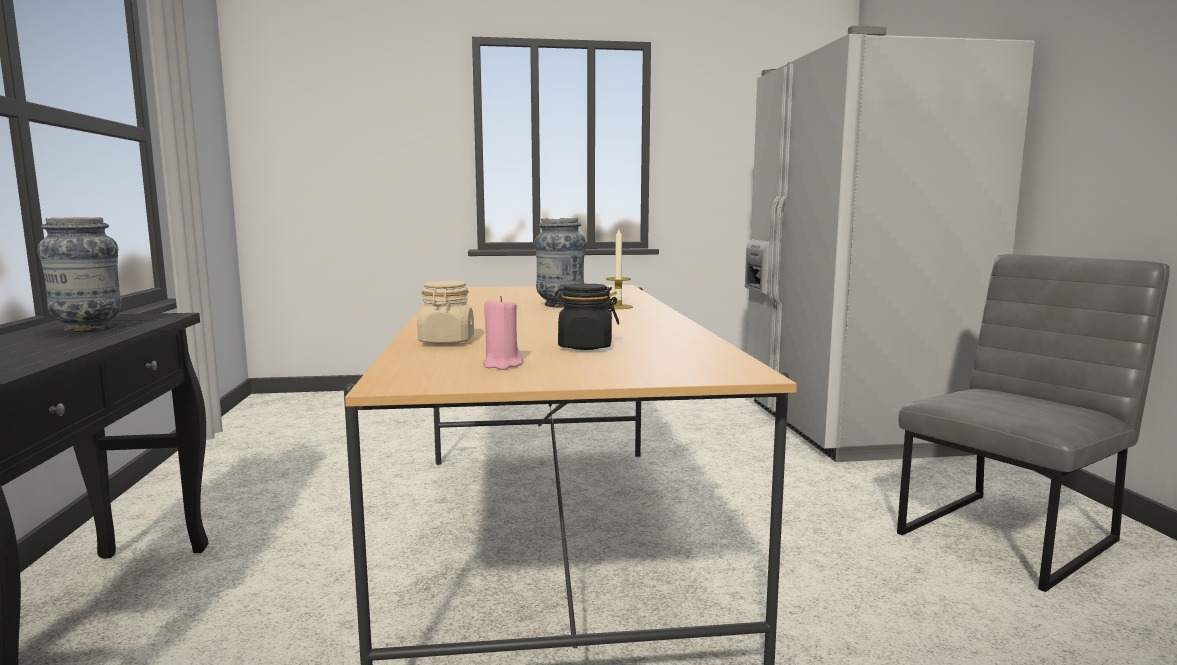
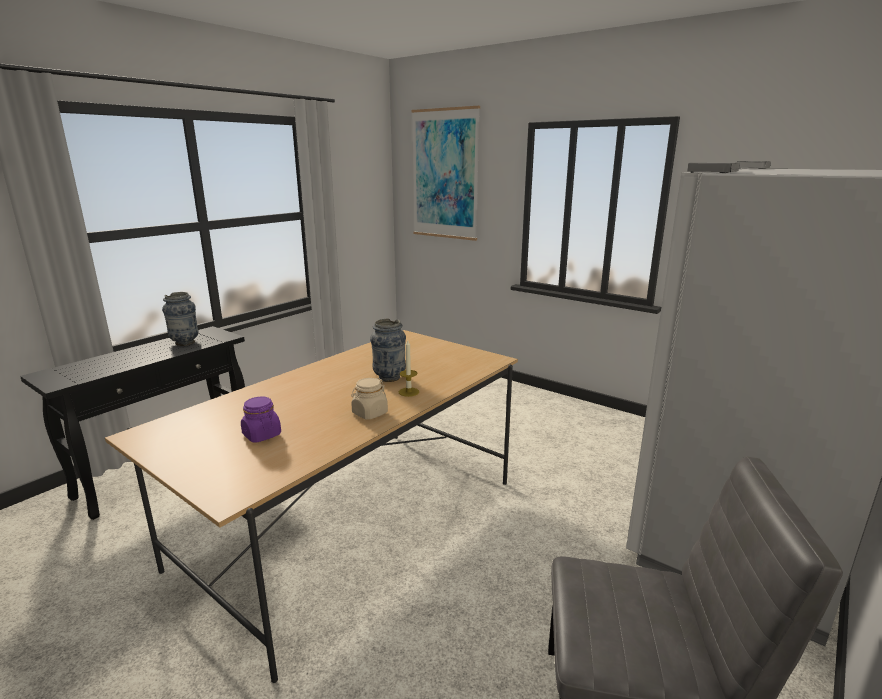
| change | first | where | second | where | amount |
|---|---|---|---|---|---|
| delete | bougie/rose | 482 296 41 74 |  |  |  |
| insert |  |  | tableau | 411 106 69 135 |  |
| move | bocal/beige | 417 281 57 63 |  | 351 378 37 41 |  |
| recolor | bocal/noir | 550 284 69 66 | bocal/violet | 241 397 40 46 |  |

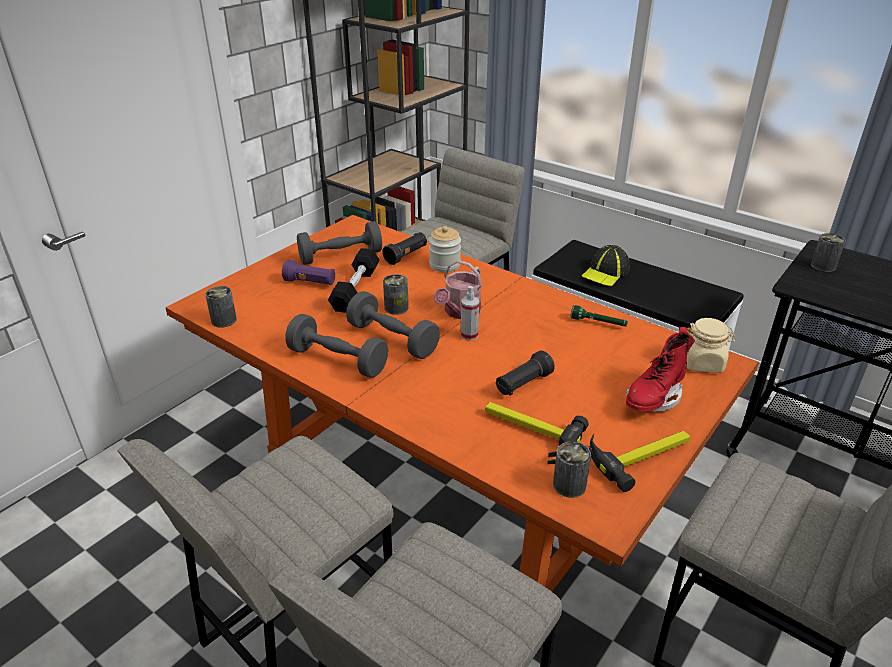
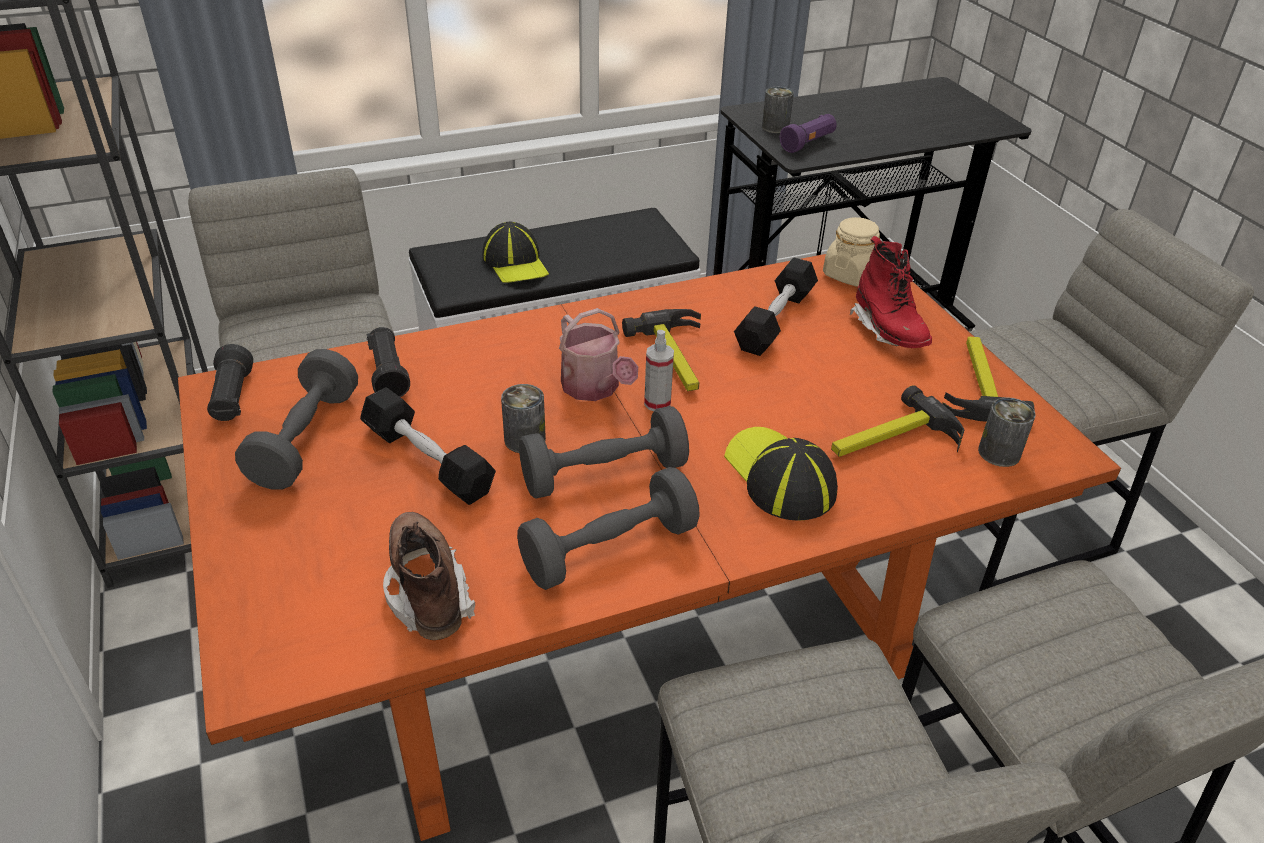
| change | first | where | second | where | amount |
|---|---|---|---|---|---|
| delete | boîte métallique | 205 286 32 42 |  |  |  |
| delete | bocal | 429 226 32 46 |  |  |  |
| delete | lampe de poche/vert | 570 305 58 21 |  |  |  |
| insert |  |  | botte/marron | 383 512 92 128 |  |
| insert |  |  | marteau | 622 309 79 82 |  |
| insert |  |  | casquette | 724 427 114 94 |  |
| insert |  |  | haltère/noir | 734 257 84 99 |  |
| move | lampe de poche/violet | 282 260 53 25 |  | 780 114 57 39 |  |
| move | lampe de poche/noir | 496 350 58 46 |  | 207 344 46 77 |  |

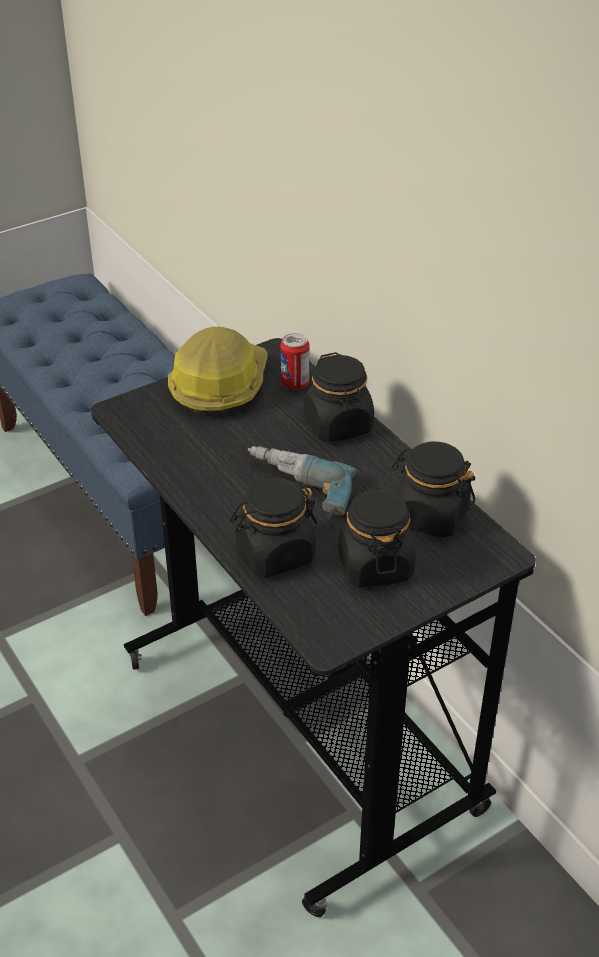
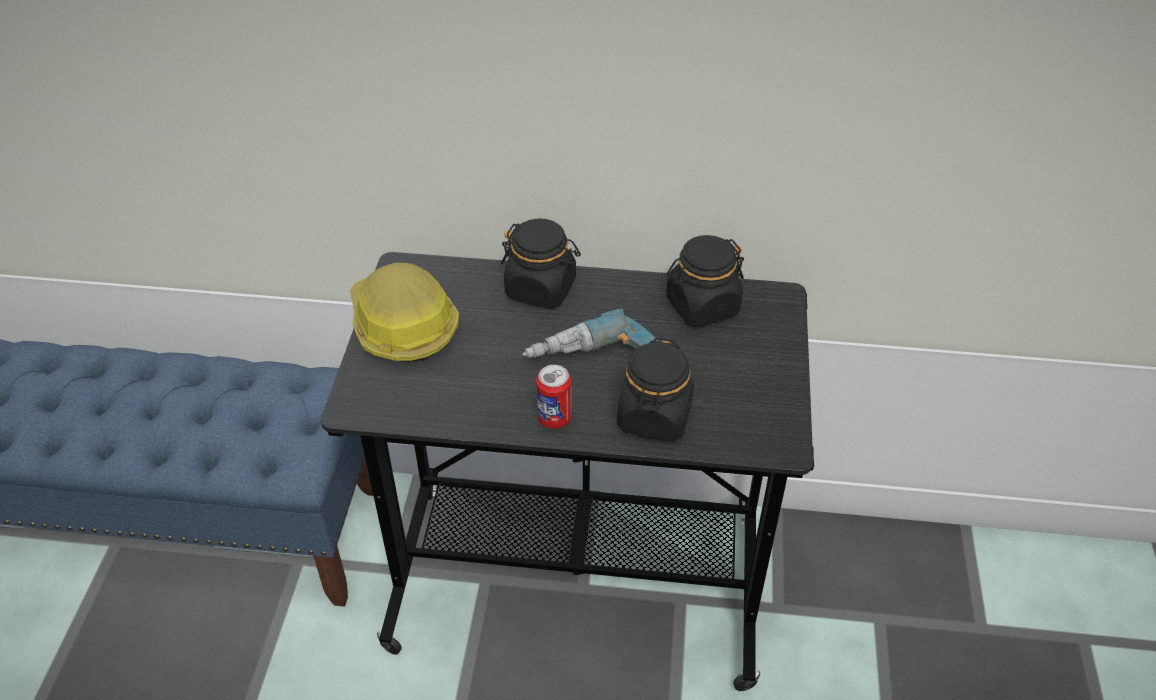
| change | first | where | second | where | amount |
|---|---|---|---|---|---|
| delete | bocal/noir | 339 487 76 100 |  |  |  |
| move | boîte métallique | 281 333 28 56 |  | 536 365 35 64 |  |

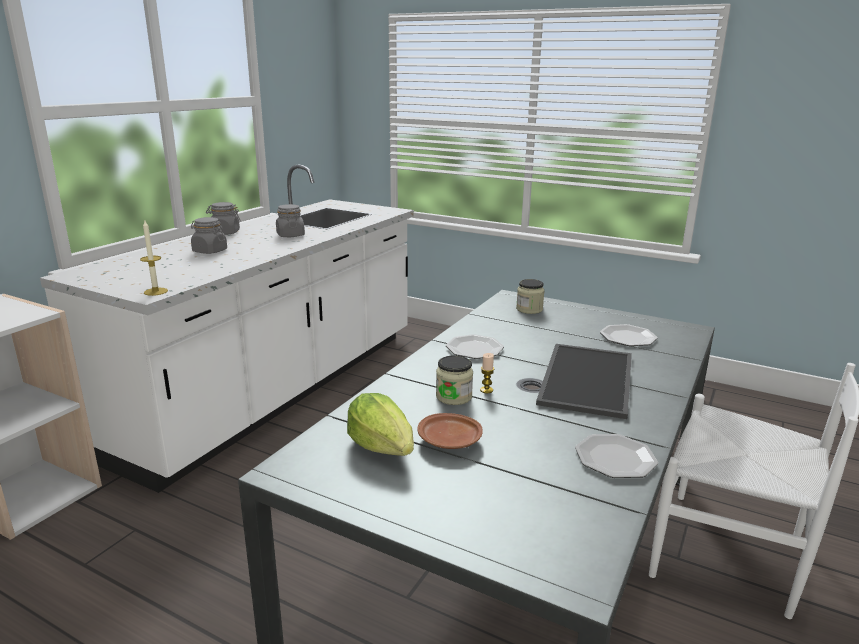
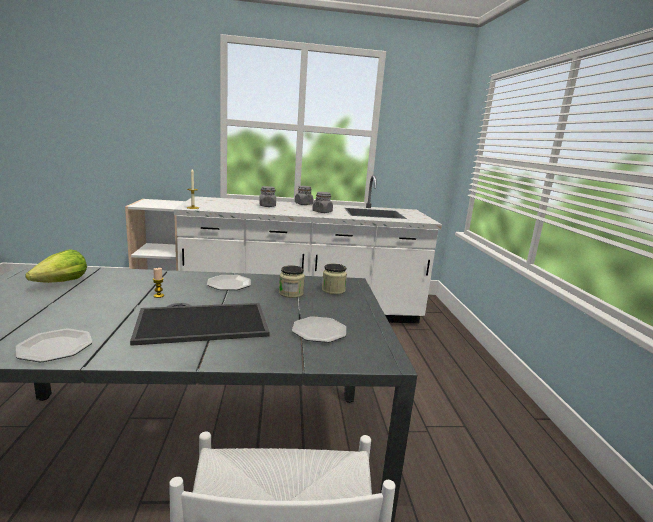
| change | first | where | second | where | amount |
|---|---|---|---|---|---|
| delete | assiette/marron | 417 413 66 36 |  |  |  |
| move | bocal | 436 356 37 49 |  | 279 265 26 33 |  |

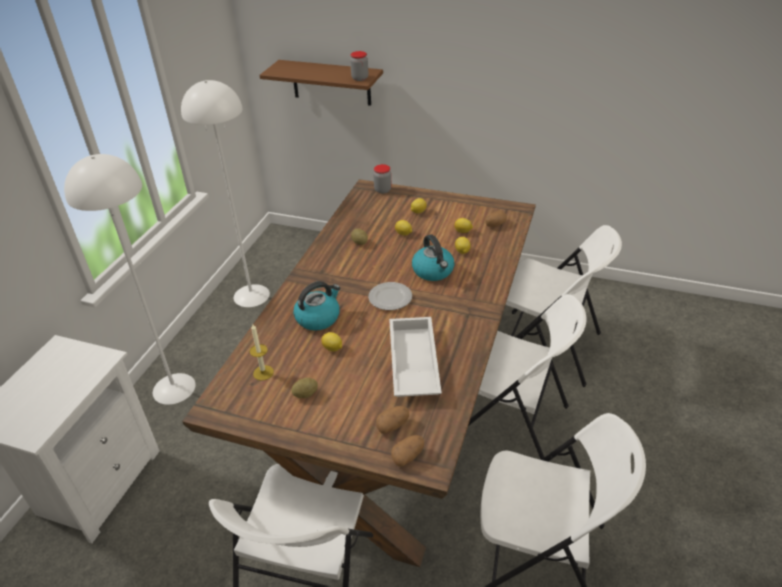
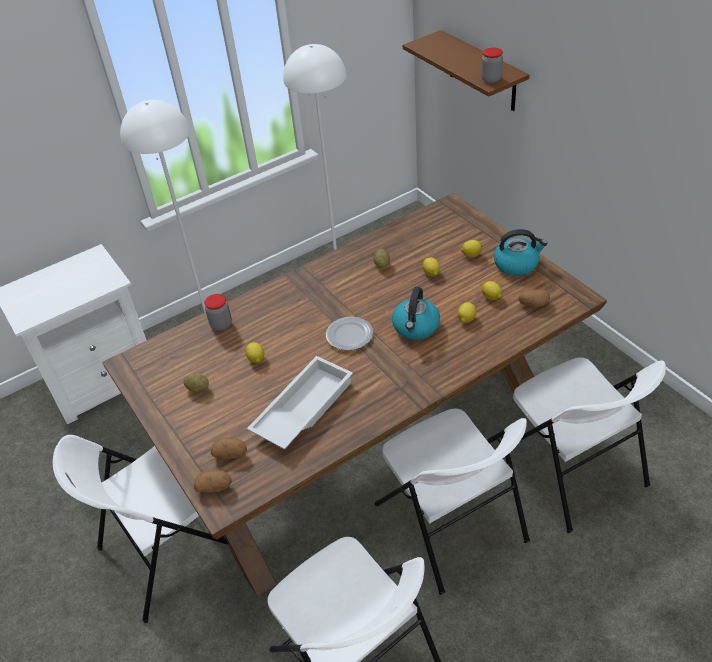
| change | first | where | second | where | amount |
|---|---|---|---|---|---|
| delete | bougie | 250 323 24 57 |  |  |  |
| move | bouilloire | 293 281 47 50 |  | 494 229 53 47 |  |
| move | bocal | 373 164 19 30 |  | 204 294 28 37 |  |

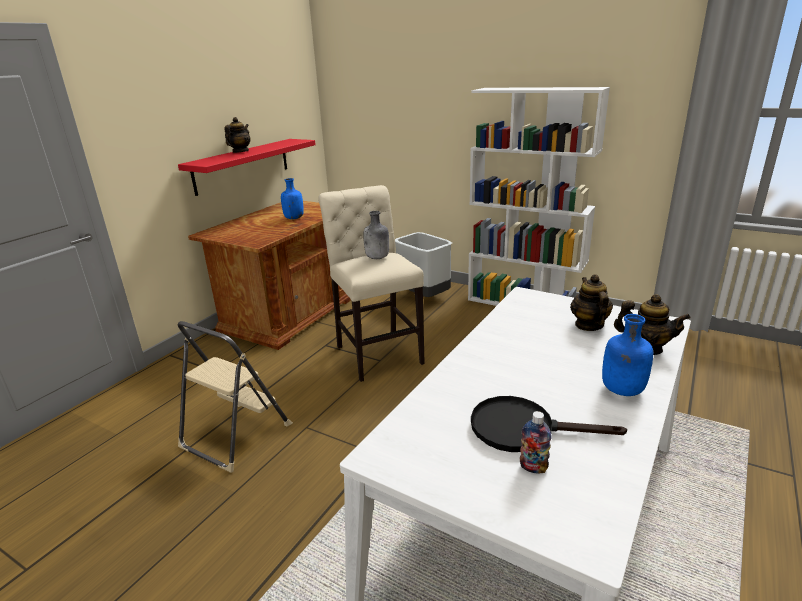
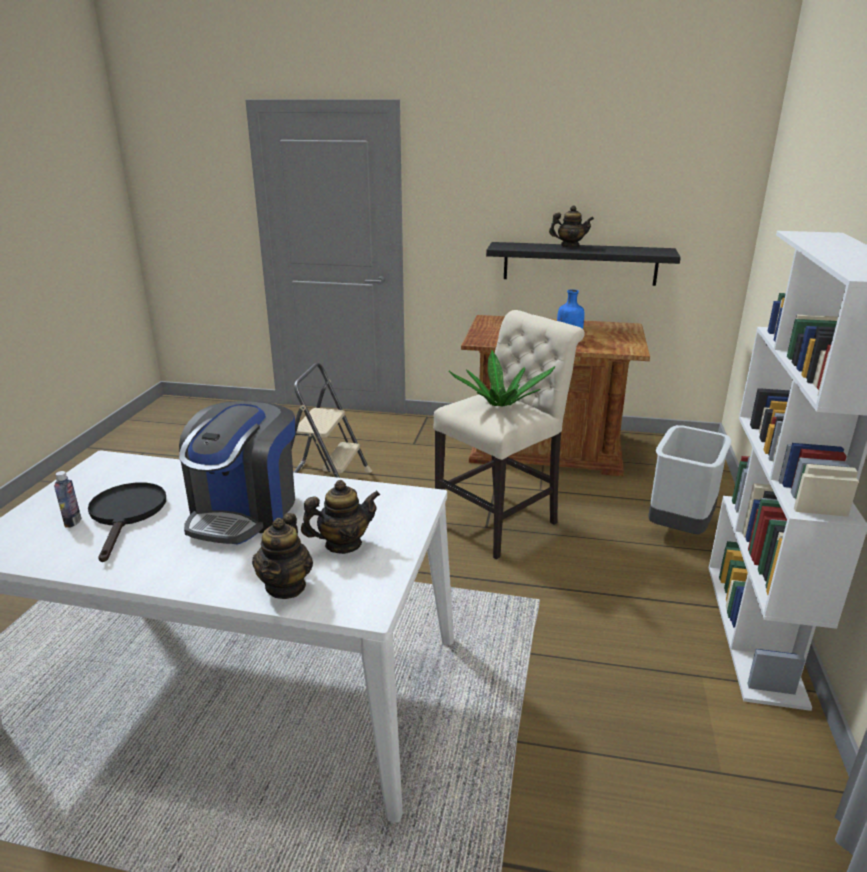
| change | first | where | second | where | amount |
|---|---|---|---|---|---|
| delete | bouteille/bleu | 602 314 51 82 |  |  |  |
| insert |  |  | machine à café | 179 401 116 144 |  |
| replace | bouteille/gris | 363 211 26 48 | plante en pot | 449 351 107 56 |  |
| recolor | étagère/rouge | 178 139 138 57 | étagère/noir | 486 242 195 44 |  |

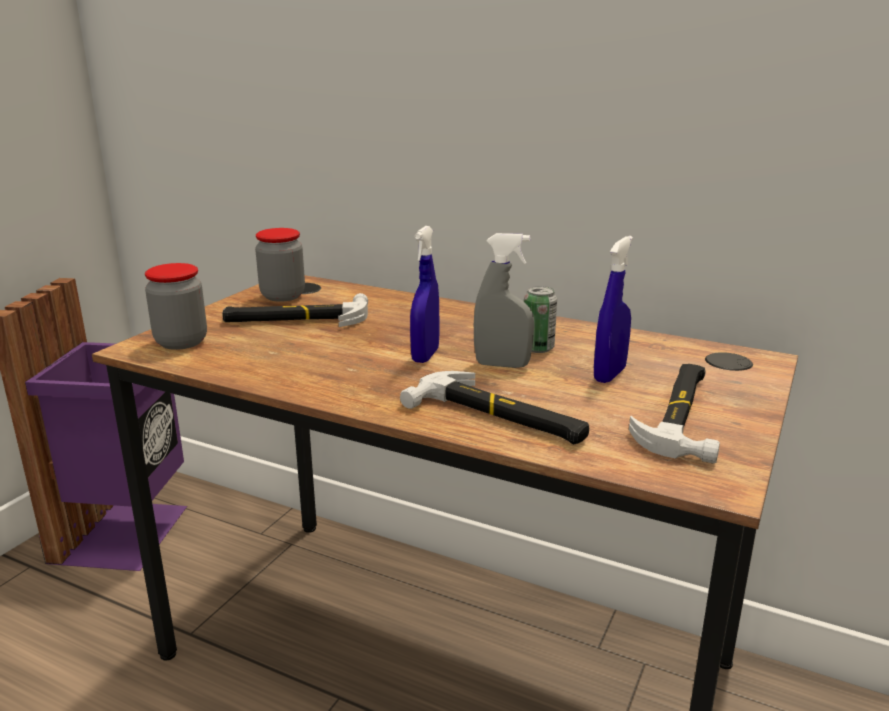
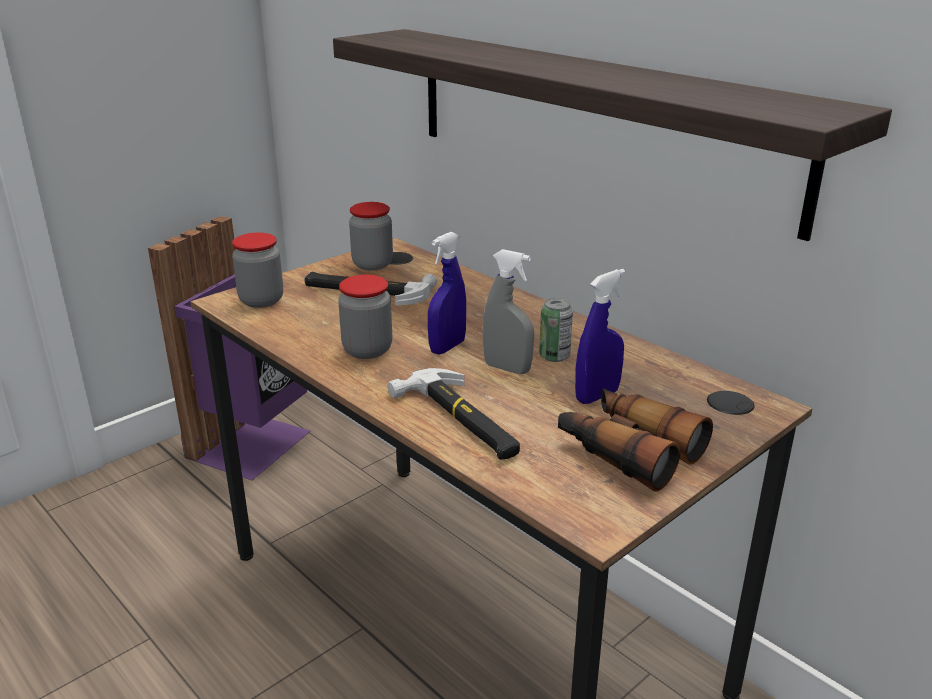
| change | first | where | second | where | amount |
|---|---|---|---|---|---|
| insert |  |  | étagère | 333 29 559 212 |  |
| insert |  |  | bocal | 338 274 54 85 |  |
| replace | marteau | 629 364 91 100 | jumelles | 558 388 155 104 |  |

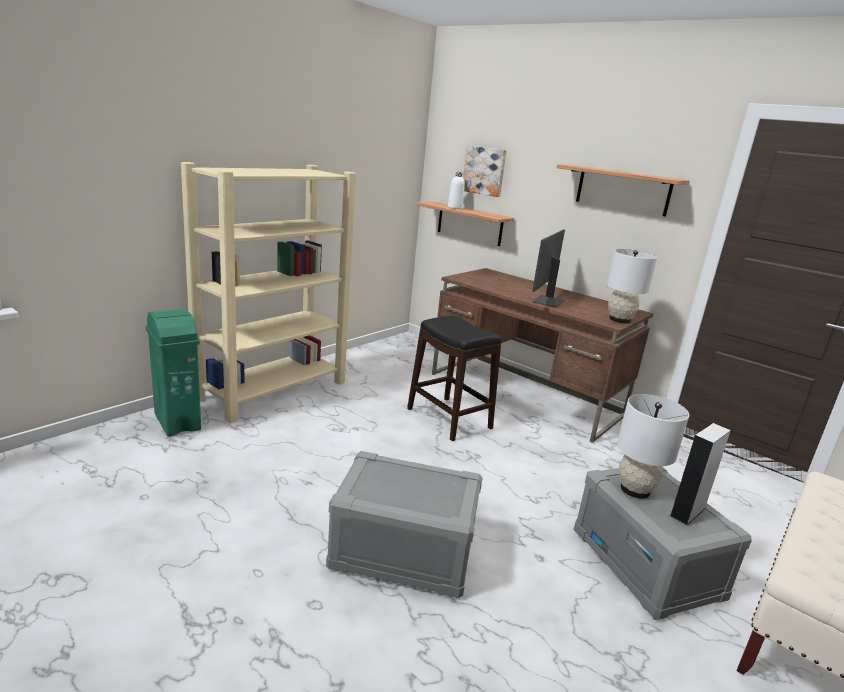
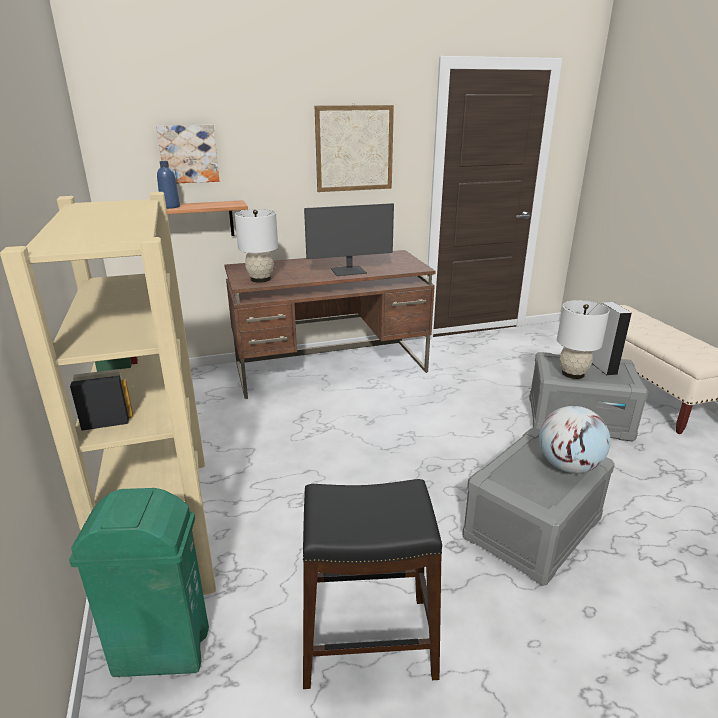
| change | first | where | second | where | amount |
|---|---|---|---|---|---|
| insert |  |  | globe | 539 406 72 67 |  |
| move | tabouret/noir | 407 316 95 125 |  | 303 479 139 210 |  |
| move | lampe de table/blanc | 607 249 50 74 |  | 235 209 43 74 |  |
| replace | étagère | 557 164 133 53 | tableau | 315 104 79 88 |  |
| recolor | bouteille/blanc | 448 172 17 37 | bouteille/bleu | 157 161 23 48 |  |
| rotate | écran d'ordinateur | 532 229 33 79 |  | 304 203 90 73 | 75 degrees counterclockwise |

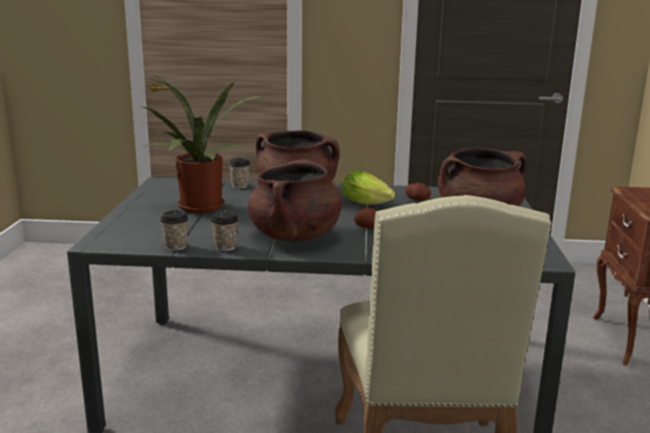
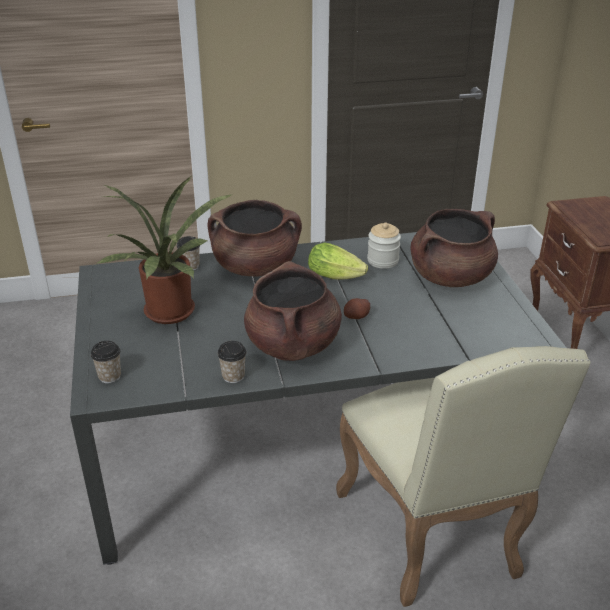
| change | first | where | second | where | amount |
|---|---|---|---|---|---|
| move | tasse | 160 210 28 41 |  | 91 341 30 42 |  |
| replace | pomme de terre | 405 183 26 18 | bocal | 367 222 34 47 |  |

